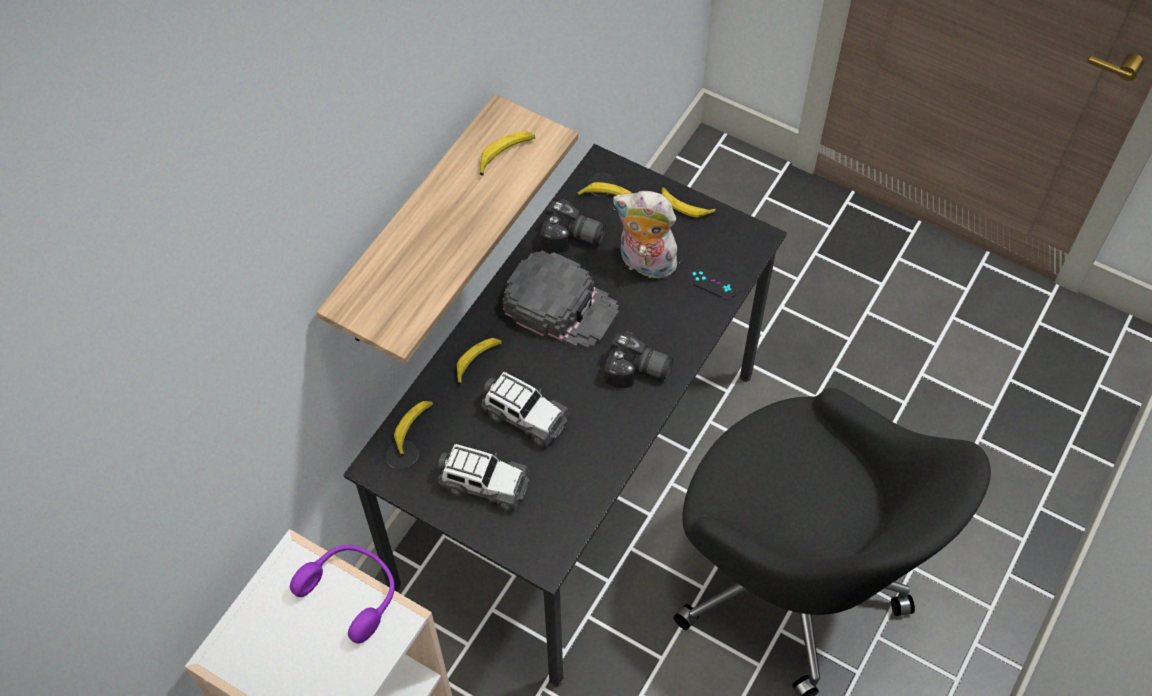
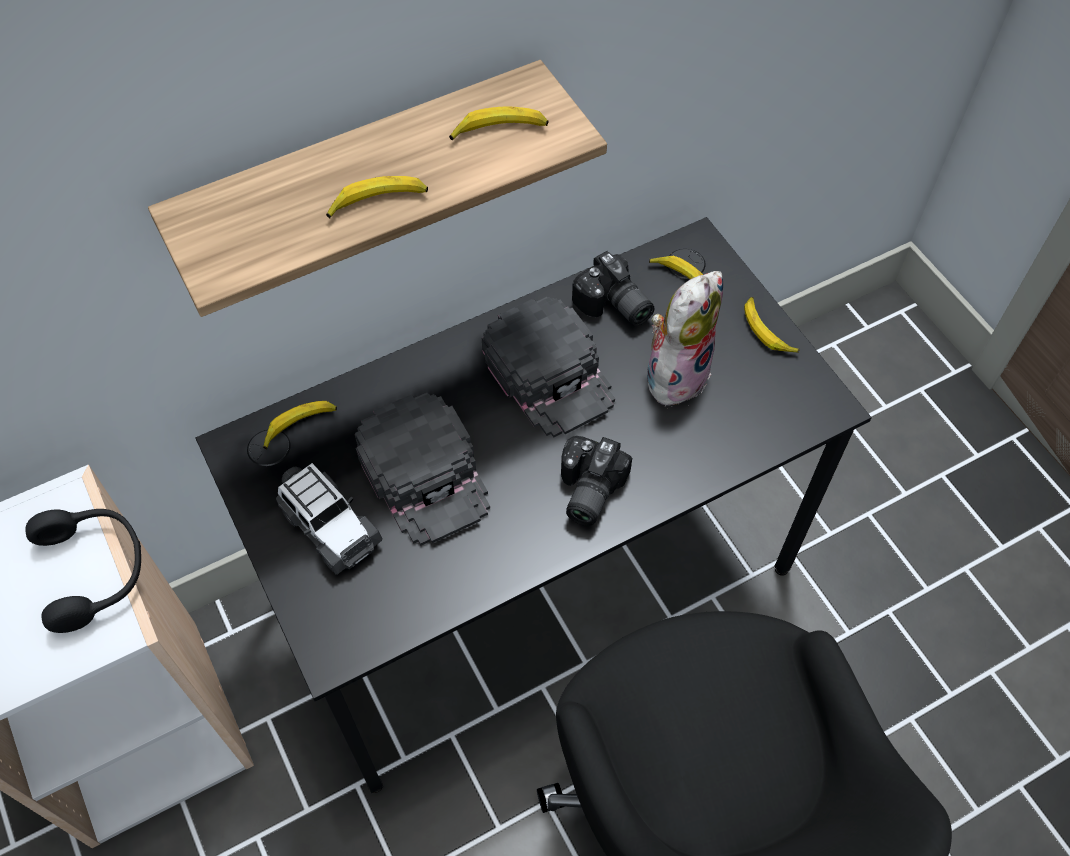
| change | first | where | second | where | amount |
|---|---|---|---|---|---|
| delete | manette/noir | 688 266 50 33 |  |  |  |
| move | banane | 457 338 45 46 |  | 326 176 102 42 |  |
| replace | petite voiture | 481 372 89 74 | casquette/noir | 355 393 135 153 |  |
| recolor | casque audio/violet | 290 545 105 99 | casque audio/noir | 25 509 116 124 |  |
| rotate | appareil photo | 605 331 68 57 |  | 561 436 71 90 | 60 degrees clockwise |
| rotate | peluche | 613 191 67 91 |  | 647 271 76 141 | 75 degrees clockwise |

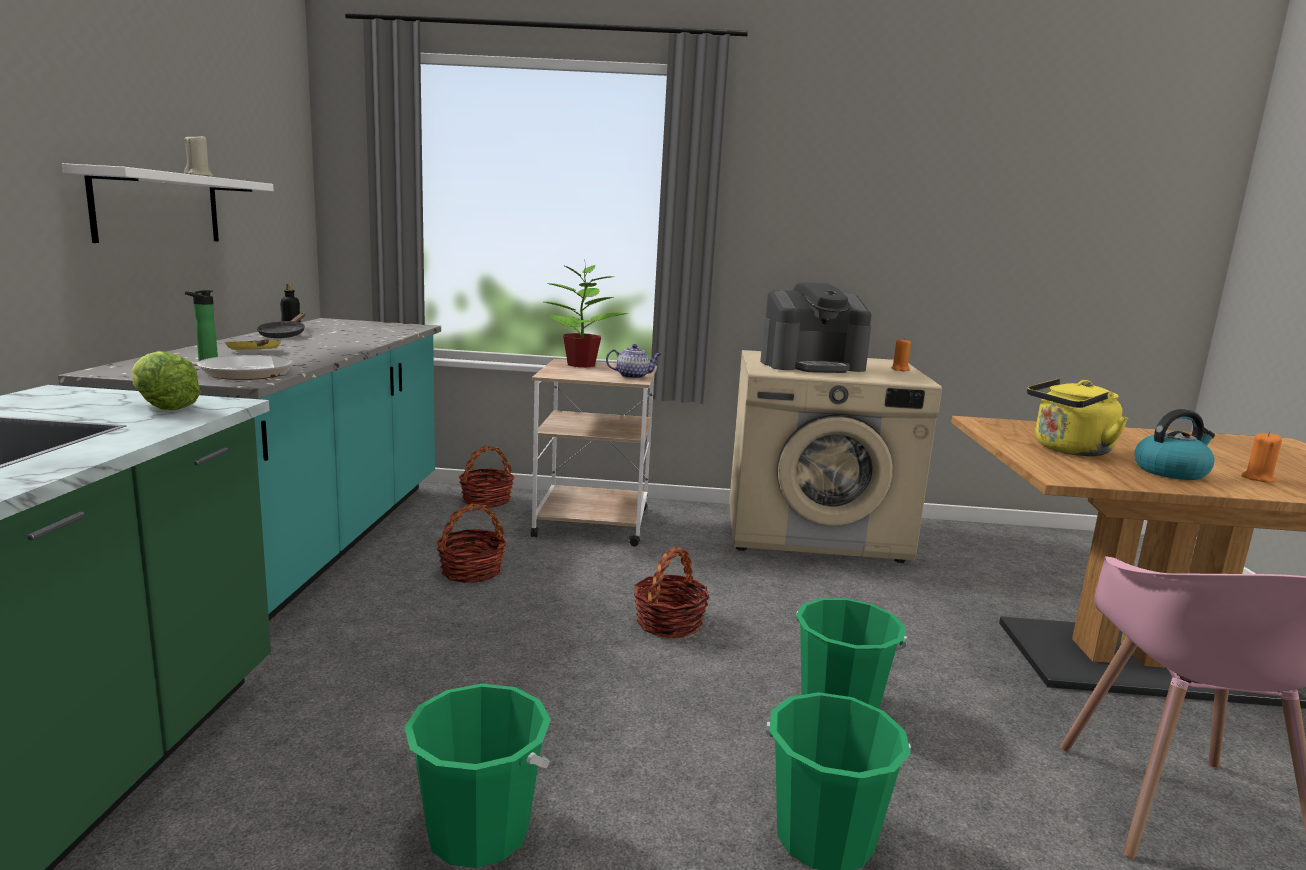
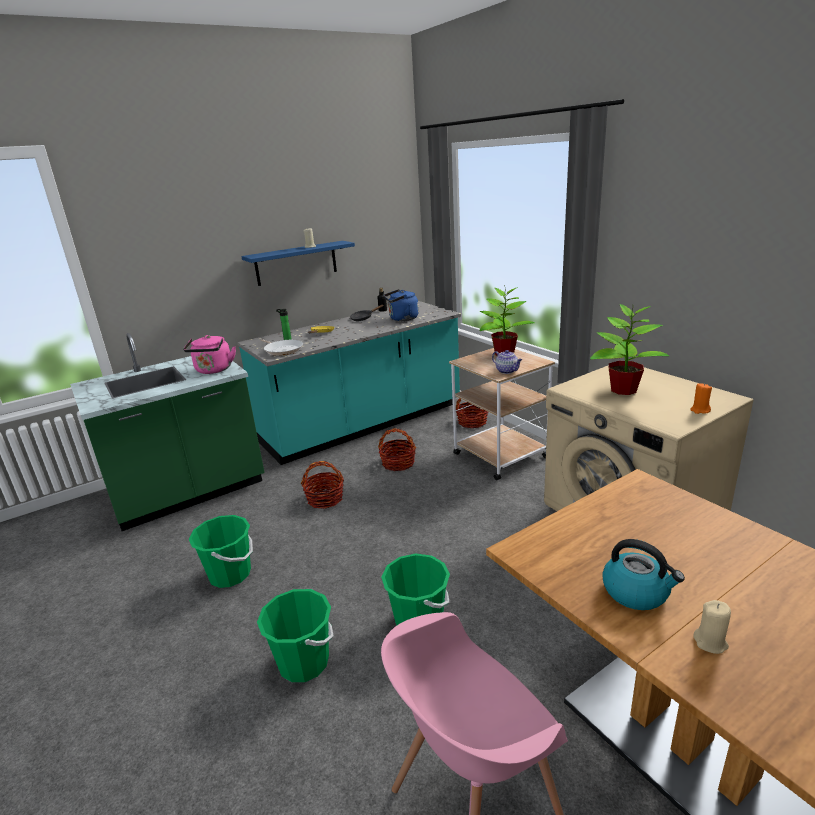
| change | first | where | second | where | amount |
|---|---|---|---|---|---|
| delete | bouilloire/jaune | 1027 379 101 77 |  |  |  |
| insert |  |  | bouilloire/bleu | 384 289 35 32 |  |
| move | panier | 634 547 76 91 |  | 301 461 43 48 |  |
| replace | laitue | 131 351 70 59 | bouilloire/rose | 183 335 53 39 |  |
| replace | machine à café | 760 282 111 91 | plante en pot | 590 304 79 91 |  |
| recolor | étagère/blanc | 62 163 212 80 | étagère/bleu | 241 241 114 45 |  |
| recolor | bougie/orange | 1241 432 41 50 | bougie/beige | 693 600 38 54 |  |

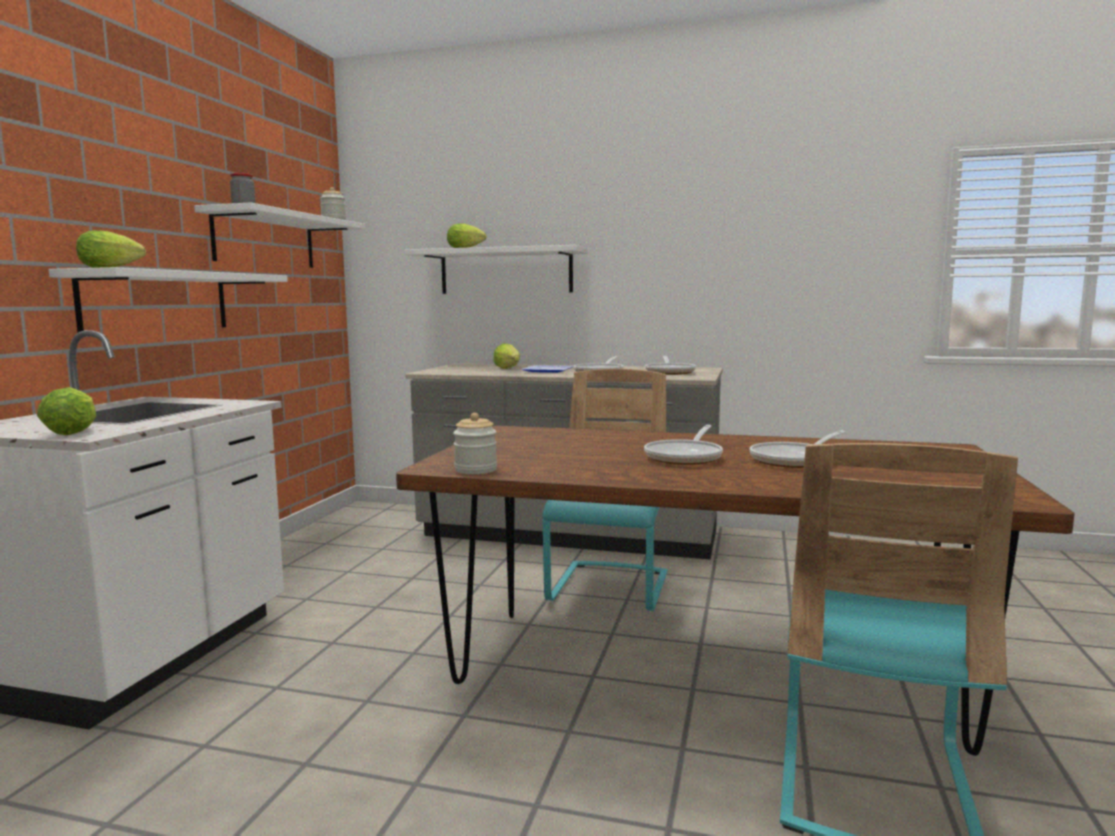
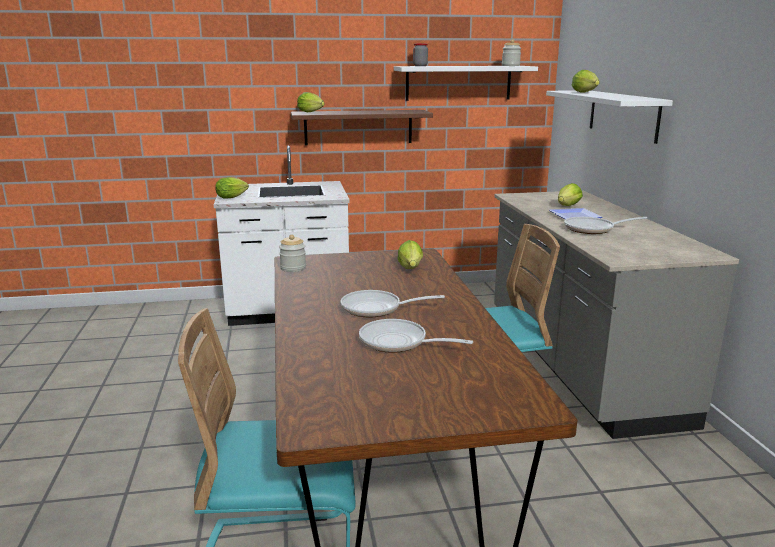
| change | first | where | second | where | amount |
|---|---|---|---|---|---|
| delete | poêle | 645 356 51 19 |  |  |  |
| insert |  |  | laitue | 398 240 25 29 |  |
| recolor | étagère/blanc | 49 267 239 66 | étagère/marron | 291 110 142 35 |  |

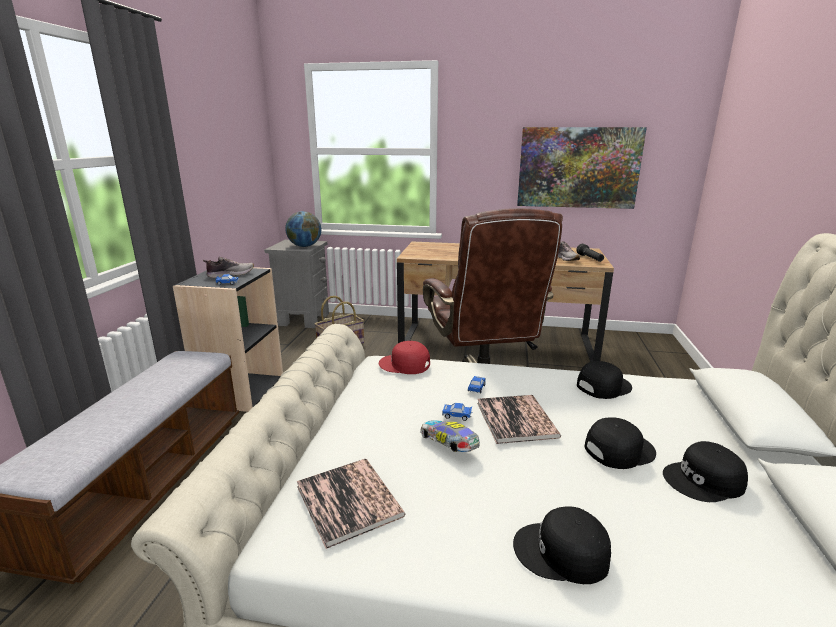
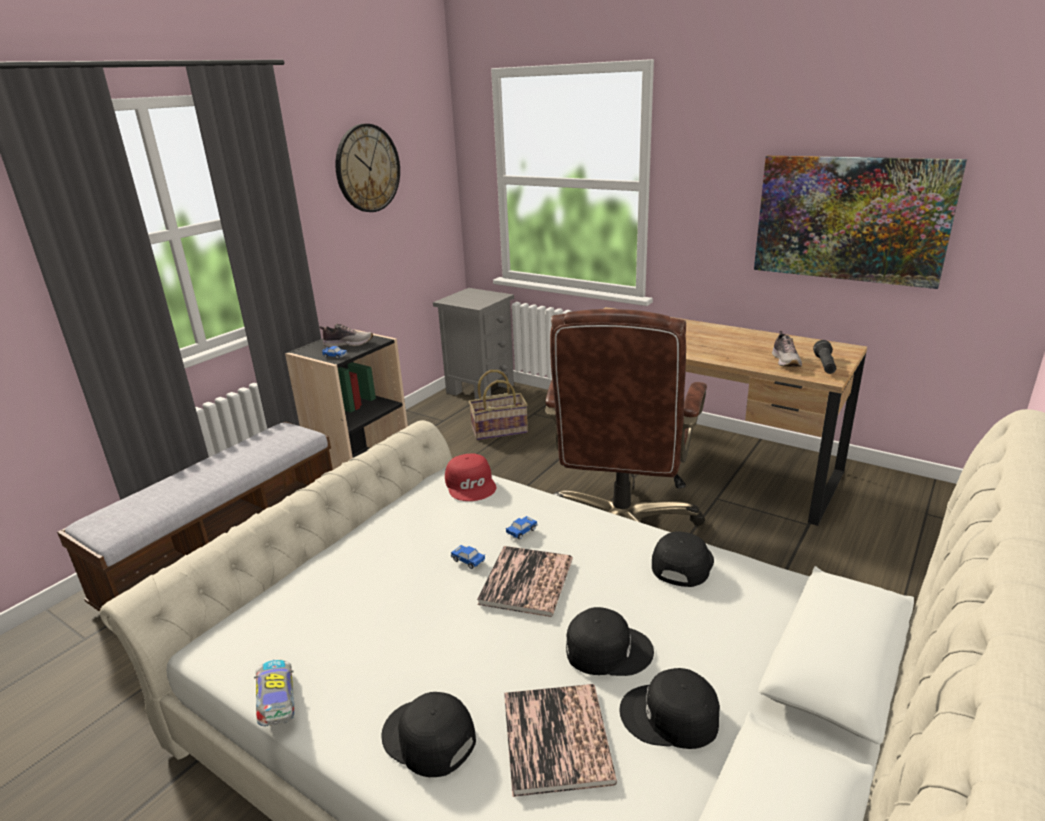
| change | first | where | second | where | amount |
|---|---|---|---|---|---|
| delete | globe | 285 211 36 36 |  |  |  |
| insert |  |  | horloge murale | 335 124 65 88 |  |
| move | livre | 297 459 108 90 |  | 504 684 113 113 |  |
| move | petite voiture | 421 420 59 32 |  | 254 659 40 68 |  |
| rotate | casquette/rouge | 379 341 51 33 |  | 445 453 51 48 | 150 degrees counterclockwise |
| rotate | casquette/noir | 577 361 55 38 |  | 652 532 62 55 | 60 degrees counterclockwise |

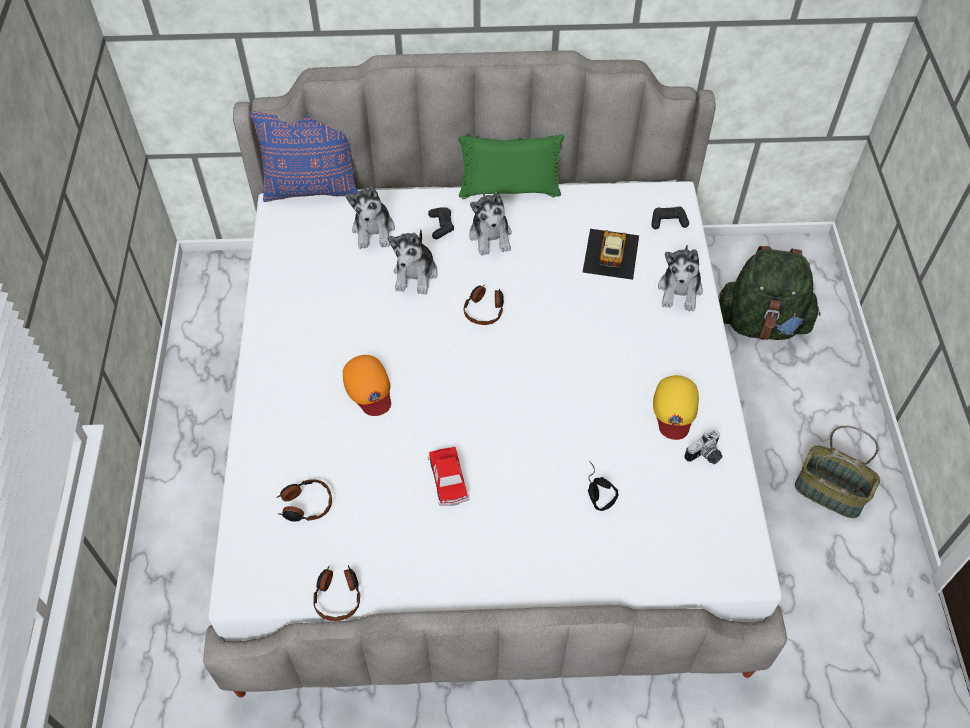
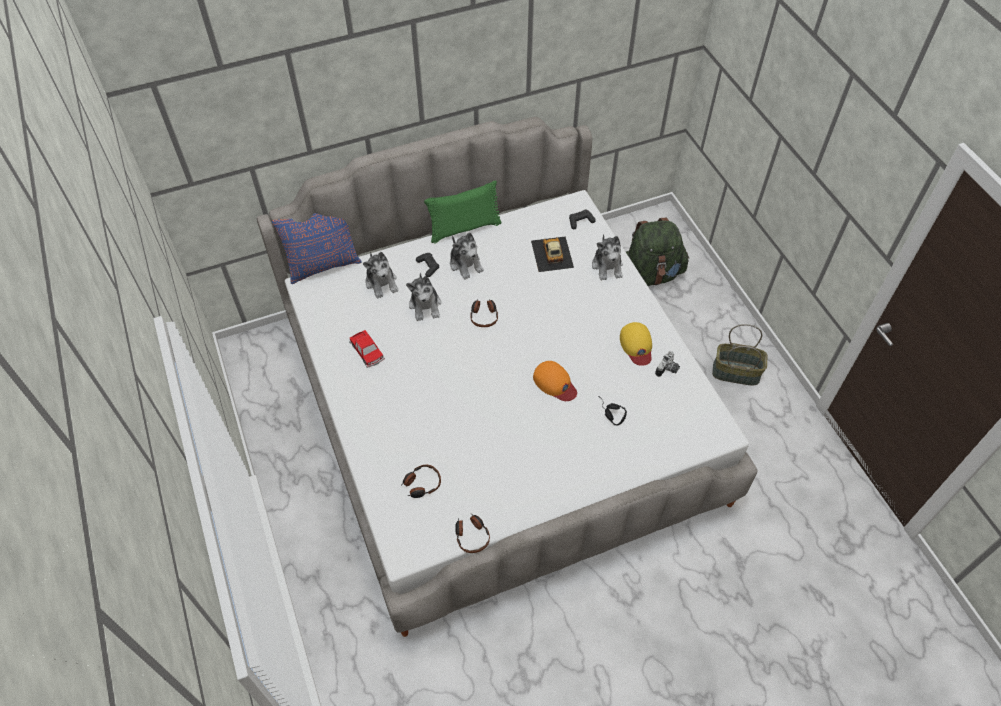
| change | first | where | second | where | amount |
|---|---|---|---|---|---|
| move | casquette/orange | 343 355 48 61 |  | 533 361 44 40 |  |
| move | petite voiture | 428 447 41 59 |  | 349 330 36 38 |  |

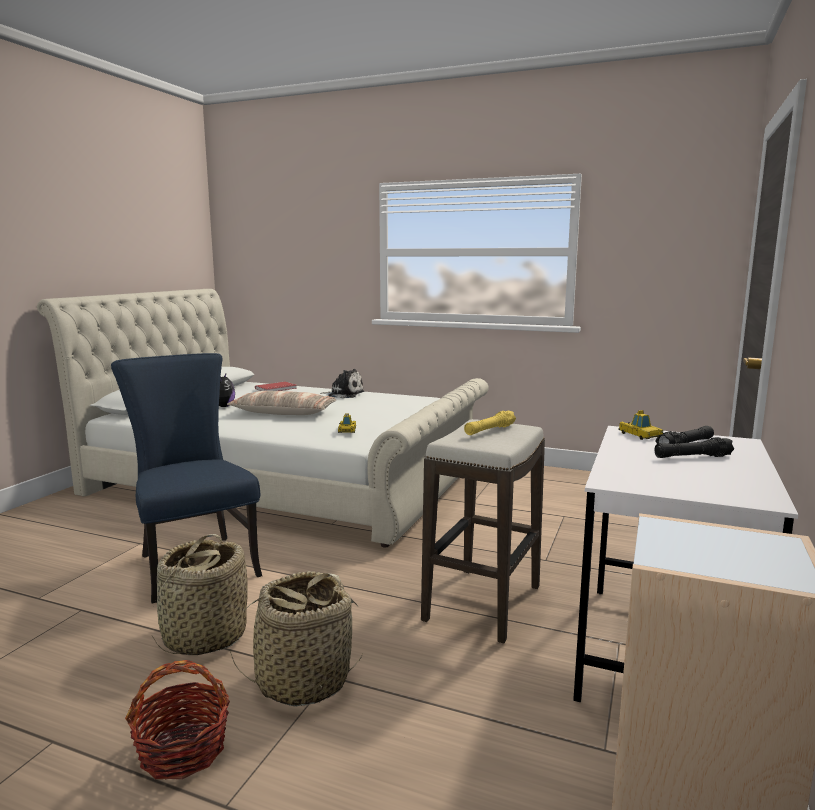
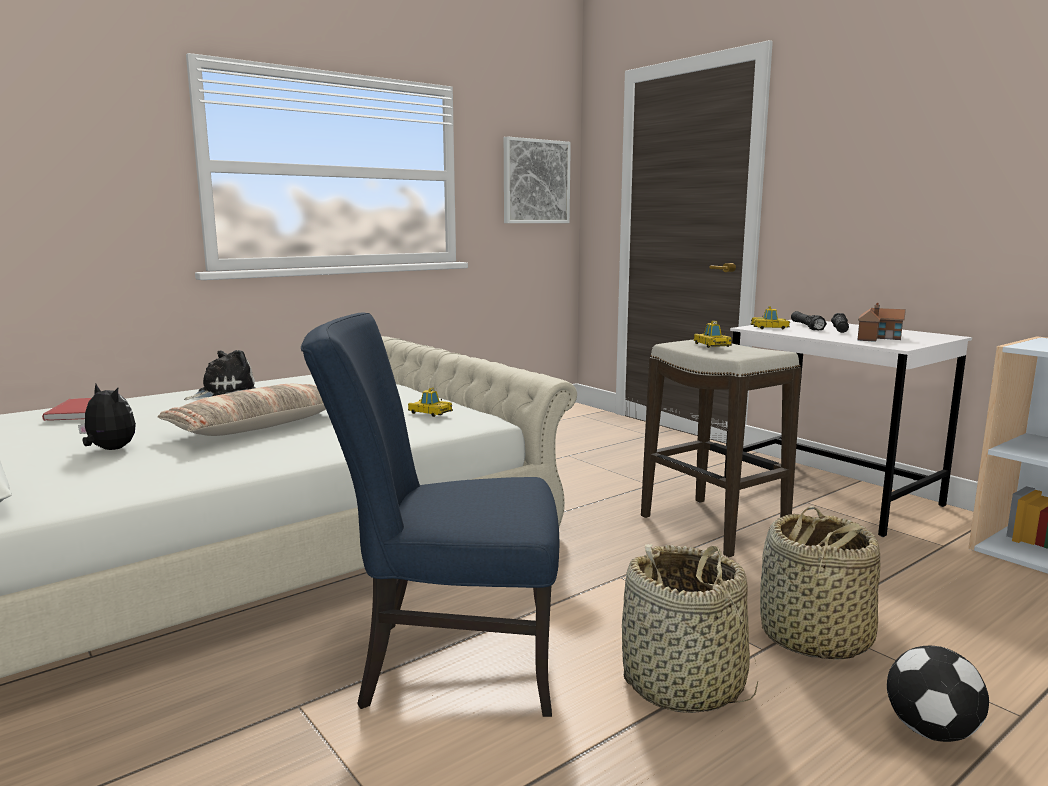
| change | first | where | second | where | amount |
|---|---|---|---|---|---|
| insert |  |  | tableau | 504 136 67 87 |  |
| insert |  |  | maison miniature | 858 303 48 39 |  |
| replace | panier | 125 660 105 119 | ballon de foot | 887 646 102 96 |  |
| replace | lampe de poche/jaune | 464 411 52 24 | petite voiture | 694 321 38 27 |  |

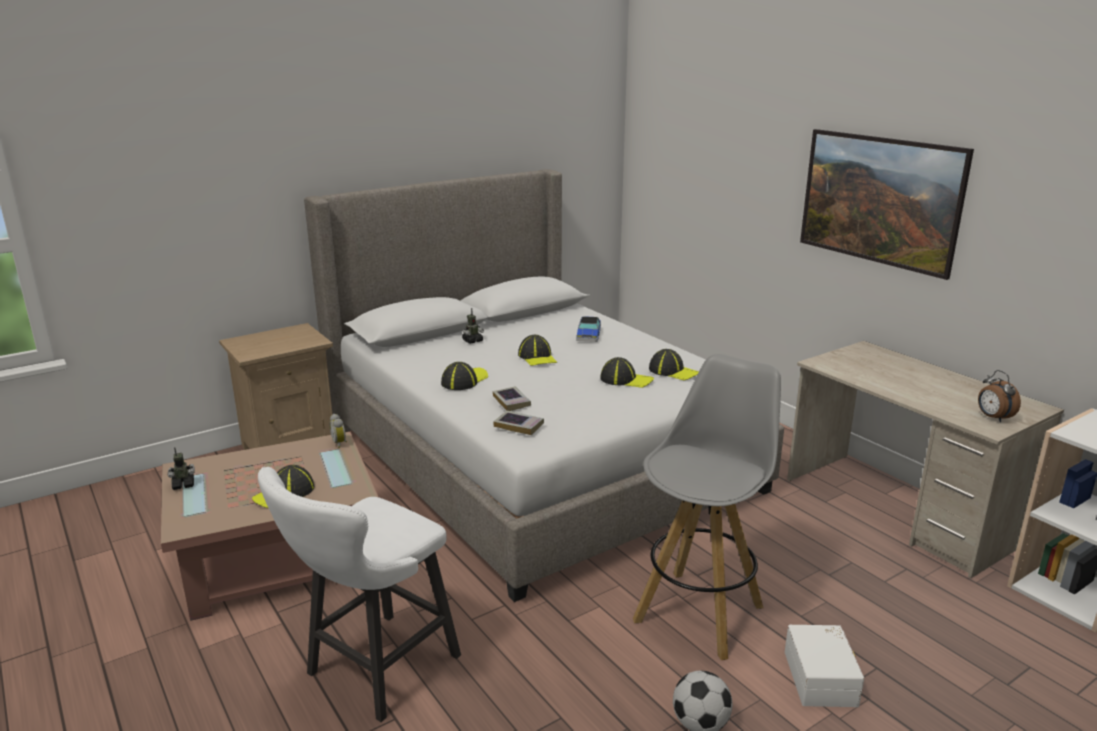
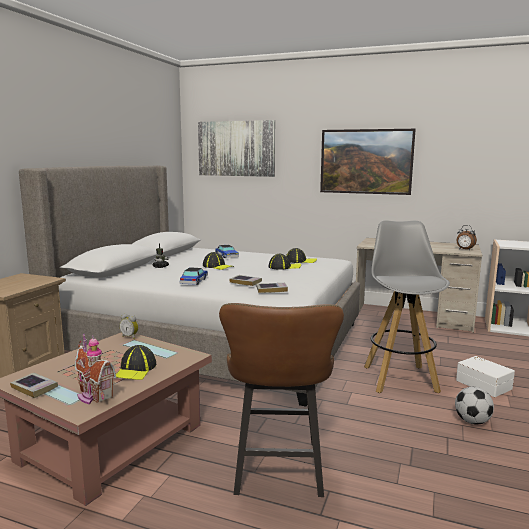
| change | first | where | second | where | amount |
|---|---|---|---|---|---|
| insert |  |  | maison miniature | 75 334 41 70 |  |
| insert |  |  | tableau | 198 120 77 57 |  |
| replace | robot jouet | 168 447 27 43 | livre | 10 373 48 25 |  |
| replace | casquette | 441 362 47 28 | petite voiture | 180 268 28 17 |  |
| recolor | tabouret/blanc | 258 467 203 255 | tabouret/marron | 219 303 125 194 |  |

